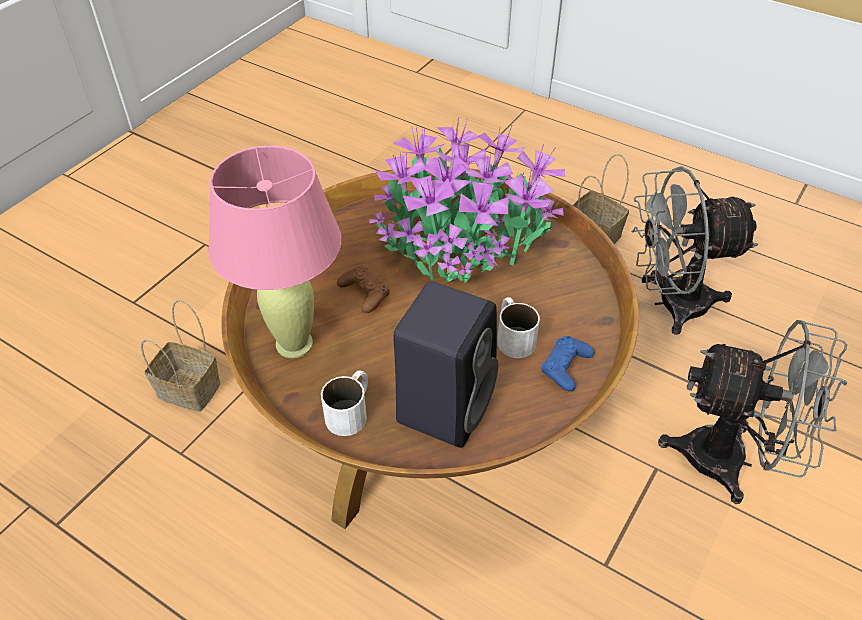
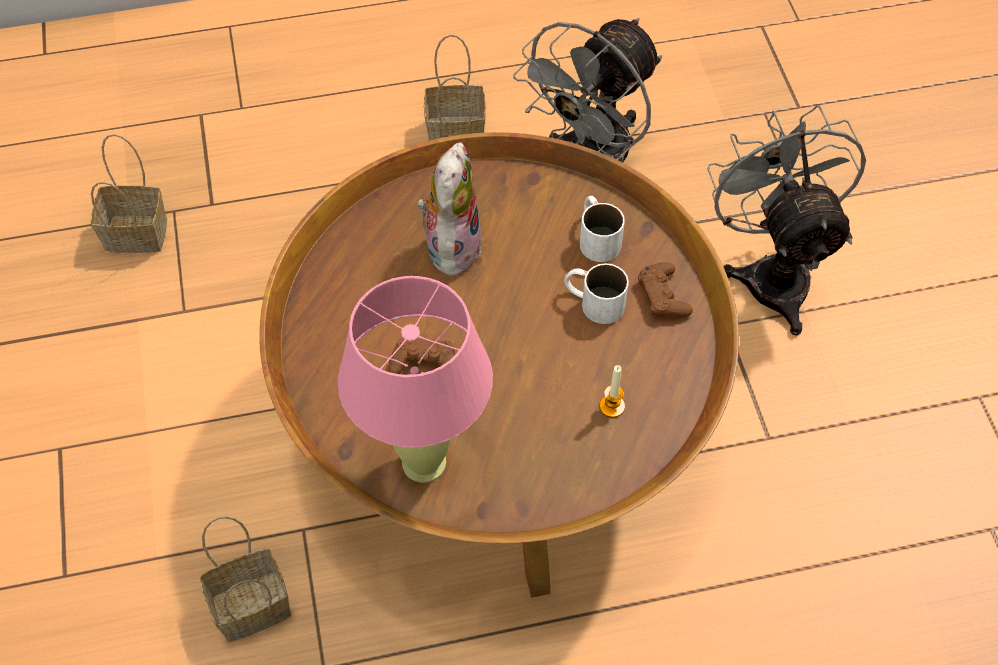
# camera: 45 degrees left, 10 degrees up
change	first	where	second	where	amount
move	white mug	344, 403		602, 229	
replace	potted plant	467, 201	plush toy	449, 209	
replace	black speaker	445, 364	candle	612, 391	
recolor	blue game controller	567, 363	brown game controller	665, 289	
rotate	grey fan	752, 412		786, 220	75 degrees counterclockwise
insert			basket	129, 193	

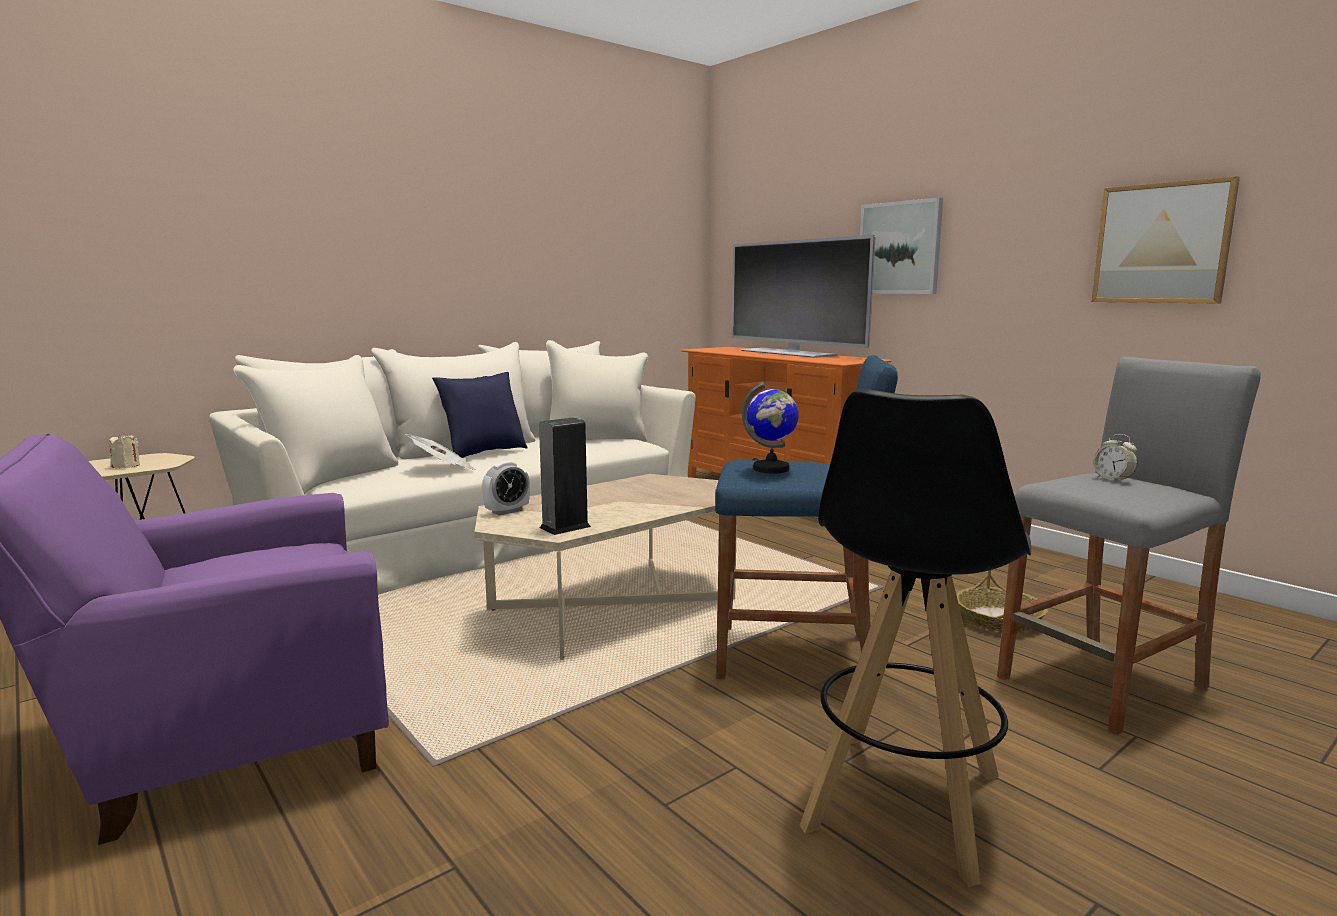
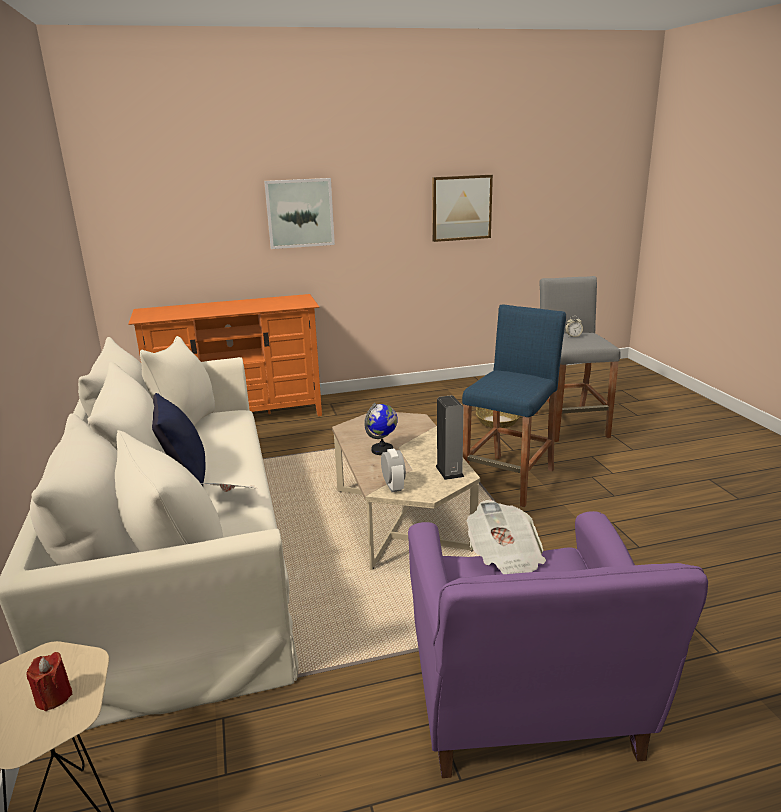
# camera: 65 degrees left, 10 degrees up
change	first	where	second	where	amount
recolor	beige candle	124, 450	red candle	49, 681	
delete	television	804, 296			
move	globe	770, 427		381, 429	
delete	black stool	915, 638			
insert			newspaper	506, 537	

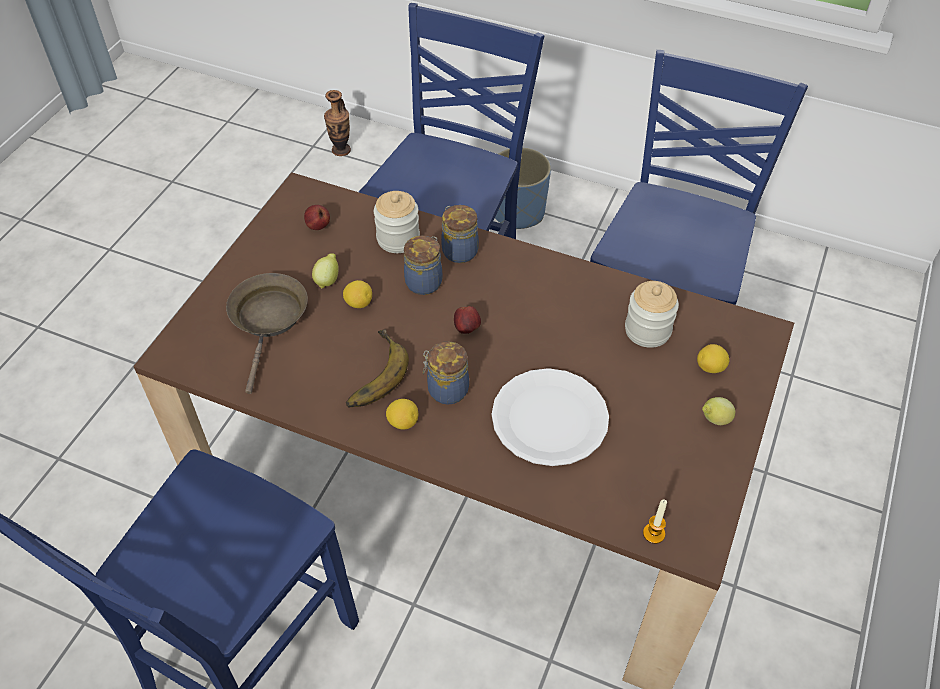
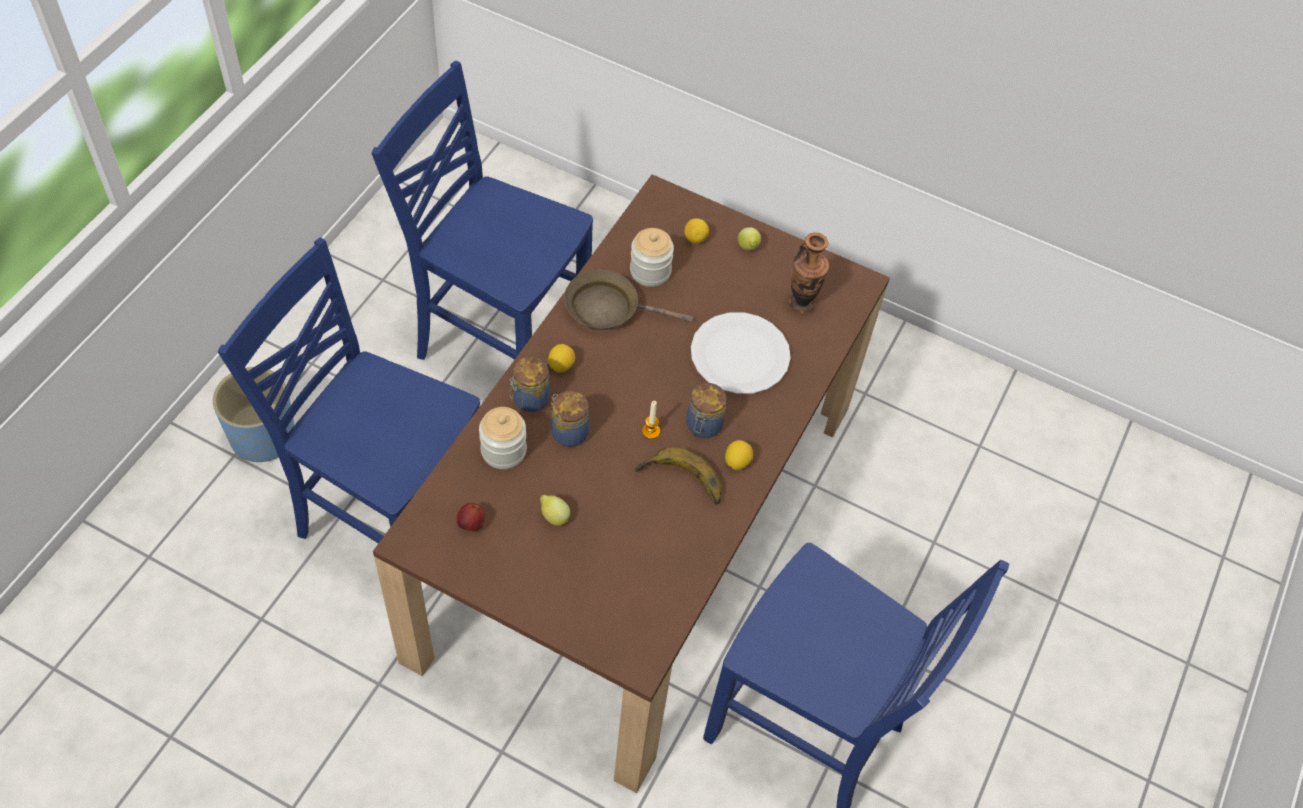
# camera: 90 degrees left, 5 degrees up
change	first	where	second	where	amount
move	brown frying pan	267, 333		628, 300	
move	vase	337, 123		808, 273	
move	lemon	357, 294		561, 358	
delete	apple	467, 320			
move	candle	655, 522		651, 420	

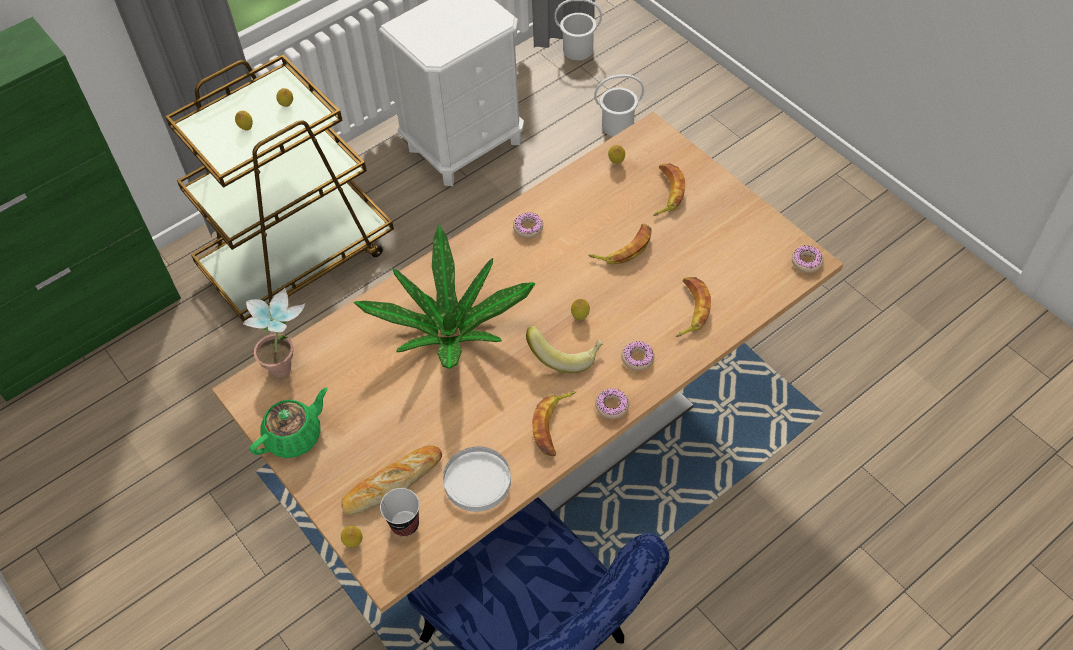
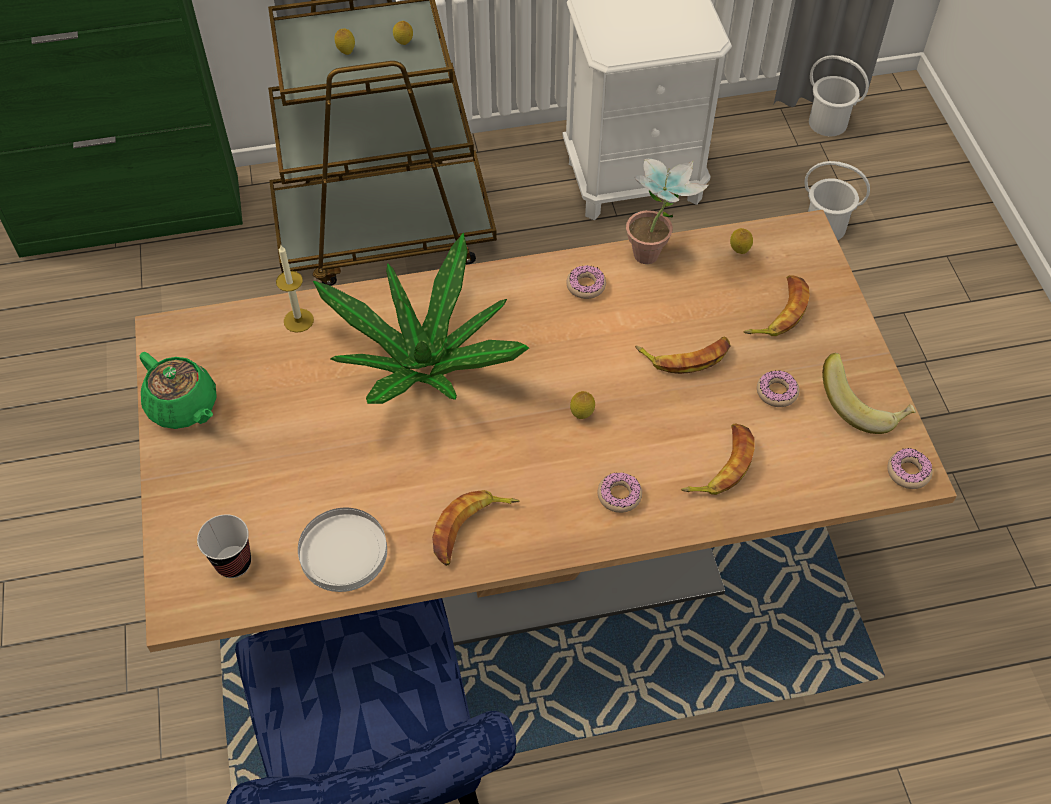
# camera: 25 degrees right, 0 degrees up
change	first	where	second	where	amount
move	potted plant	274, 332		667, 211	
rotate	green teapot	289, 422		178, 390	60 degrees clockwise
delete	bread	391, 480			
delete	lemon	351, 537			
move	banana	564, 349		869, 393	
move	donut	612, 403		778, 388	
insert			candle	295, 288	

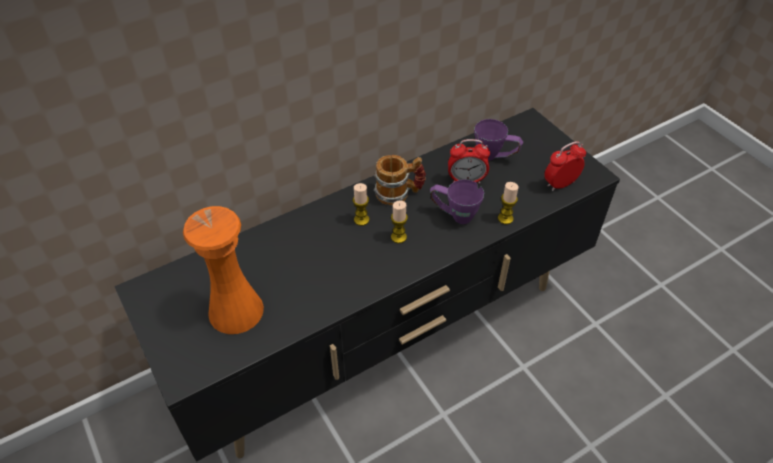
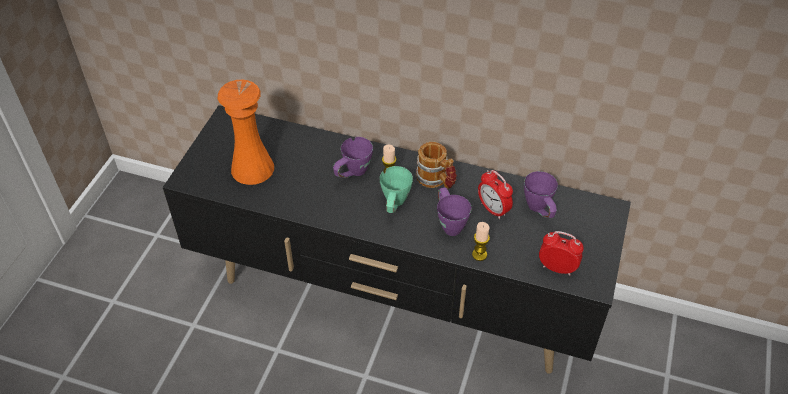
# camera: 50 degrees right, 0 degrees up
change	first	where	second	where	amount
replace	candle	399, 222	green mug	396, 189	
insert			purple mug	353, 157	

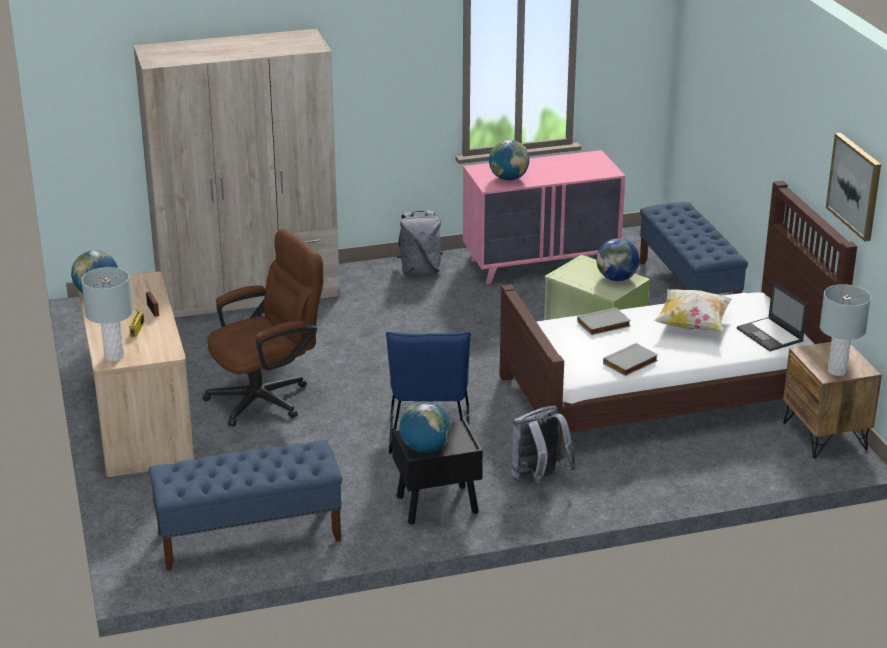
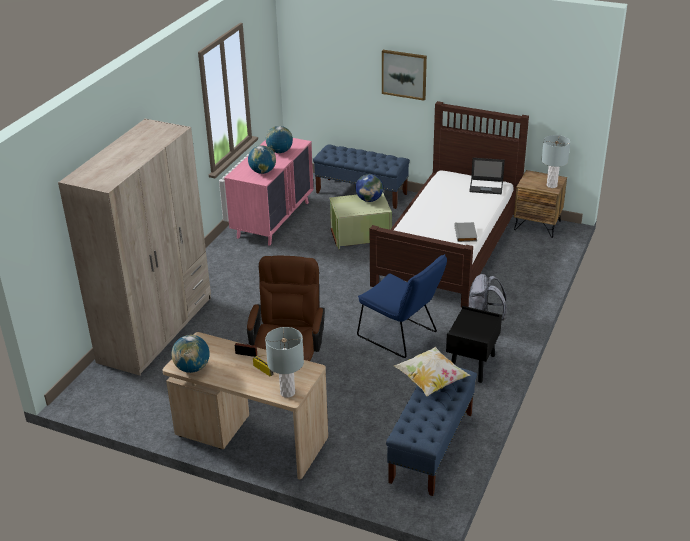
# camera: 50 degrees left, 5 degrees up
change	first	where	second	where	amount
delete	grey backpack	420, 242			
move	globe	425, 427		279, 139	
delete	grey book	604, 321			
move	pillow	693, 310		432, 371	
move	picture	853, 187		404, 75	

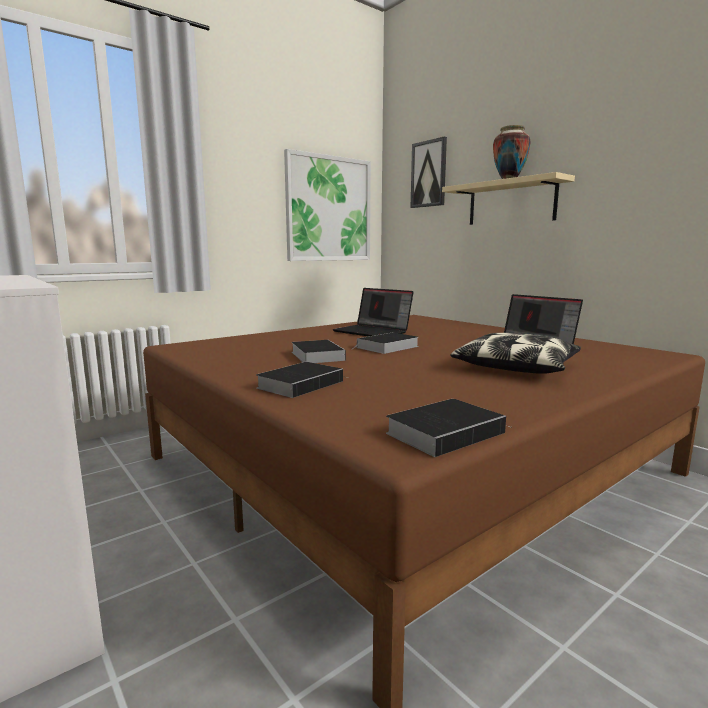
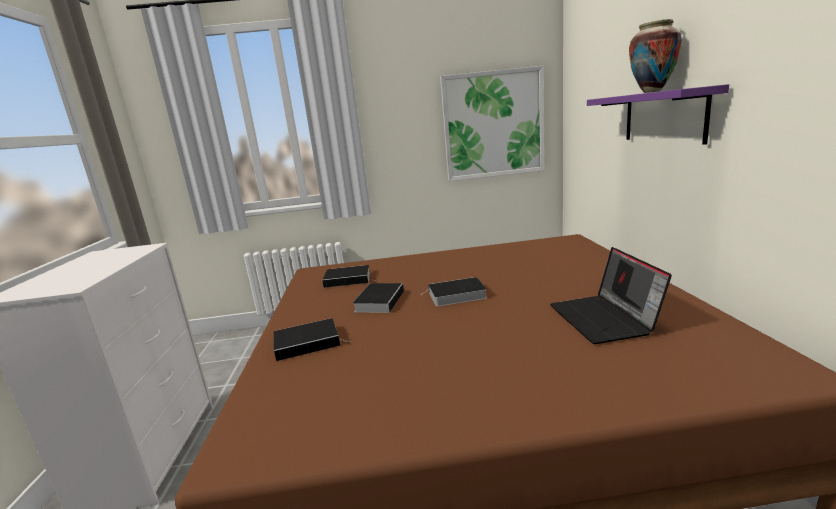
# camera: 35 degrees right, 5 degrees up
change	first	where	second	where	amount
delete	laptop	373, 312			
move	book	447, 428		349, 276	
delete	picture	428, 172			
recolor	beige shelf	508, 198	purple shelf	658, 114	
delete	pillow	515, 353			

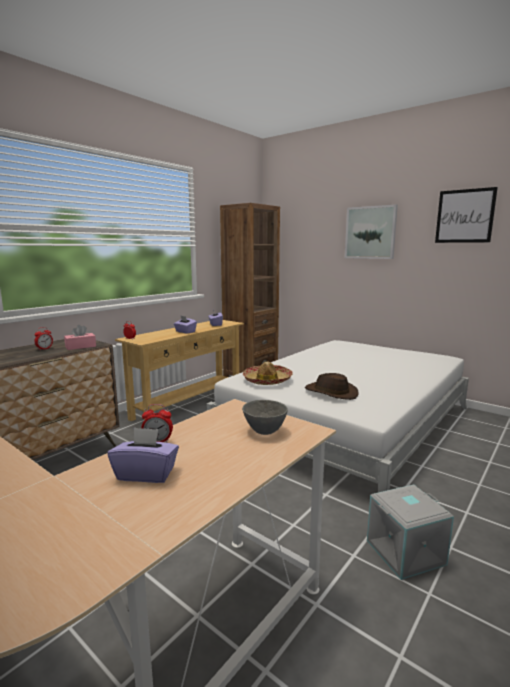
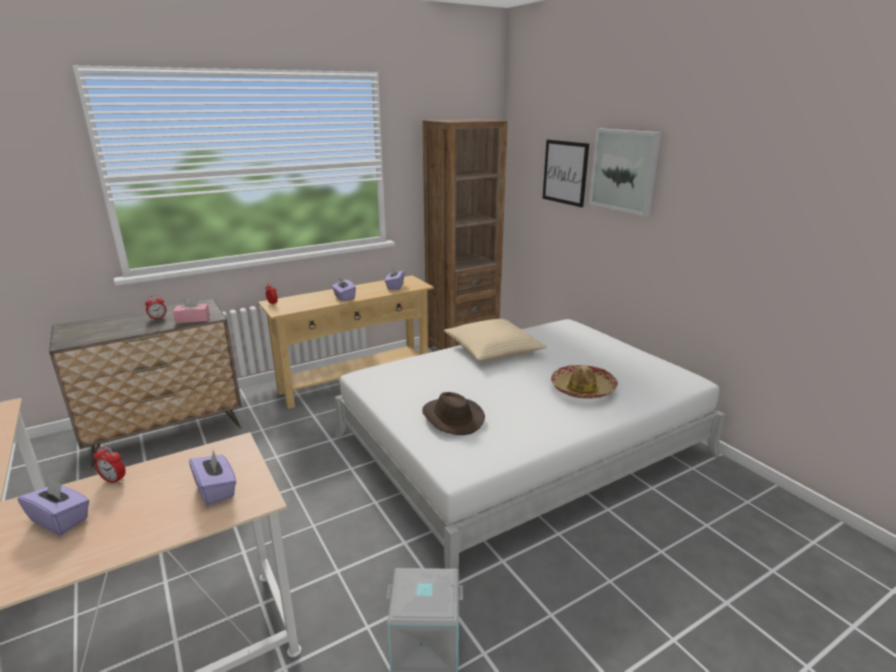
# camera: 20 degrees right, 10 degrees up
change	first	where	second	where	amount
replace	grey bowl	265, 417	purple tissue box	212, 477	
move	hat	268, 373		584, 382	
move	picture	466, 215		566, 173	
insert			beige pillow	495, 340	

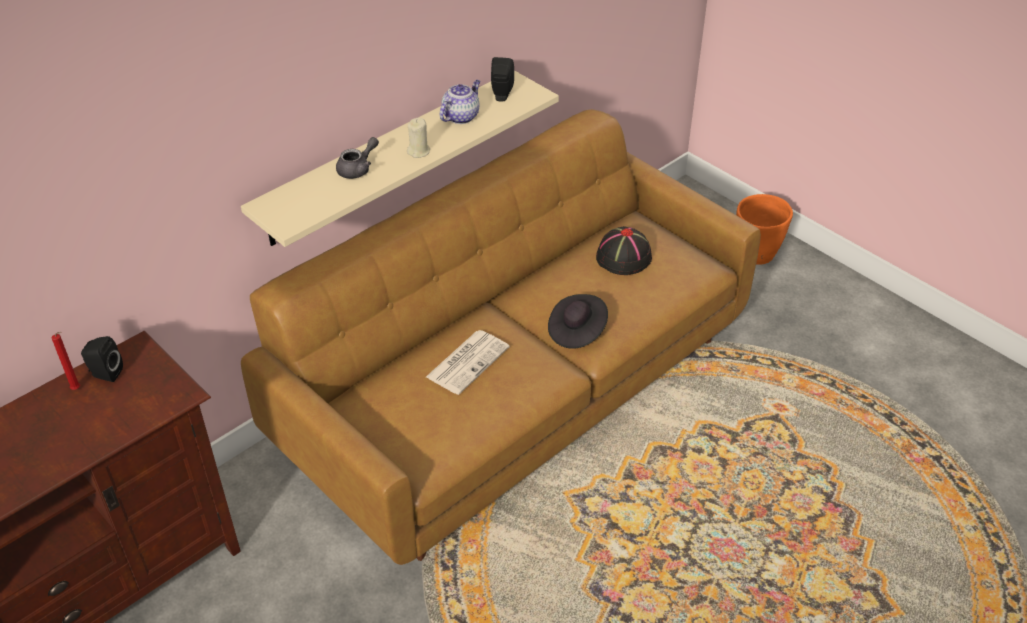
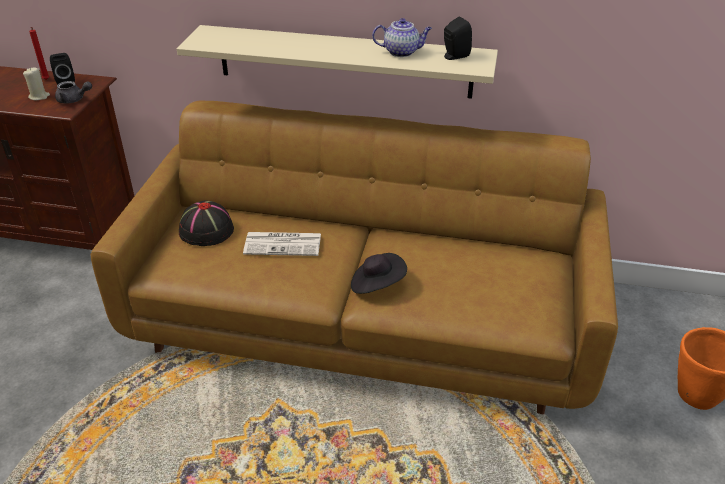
# camera: 55 degrees right, 5 degrees down
change	first	where	second	where	amount
move	grey teapot	357, 158		73, 92	
move	beige candle	418, 137		36, 83	
move	black hat	624, 250		206, 223	

